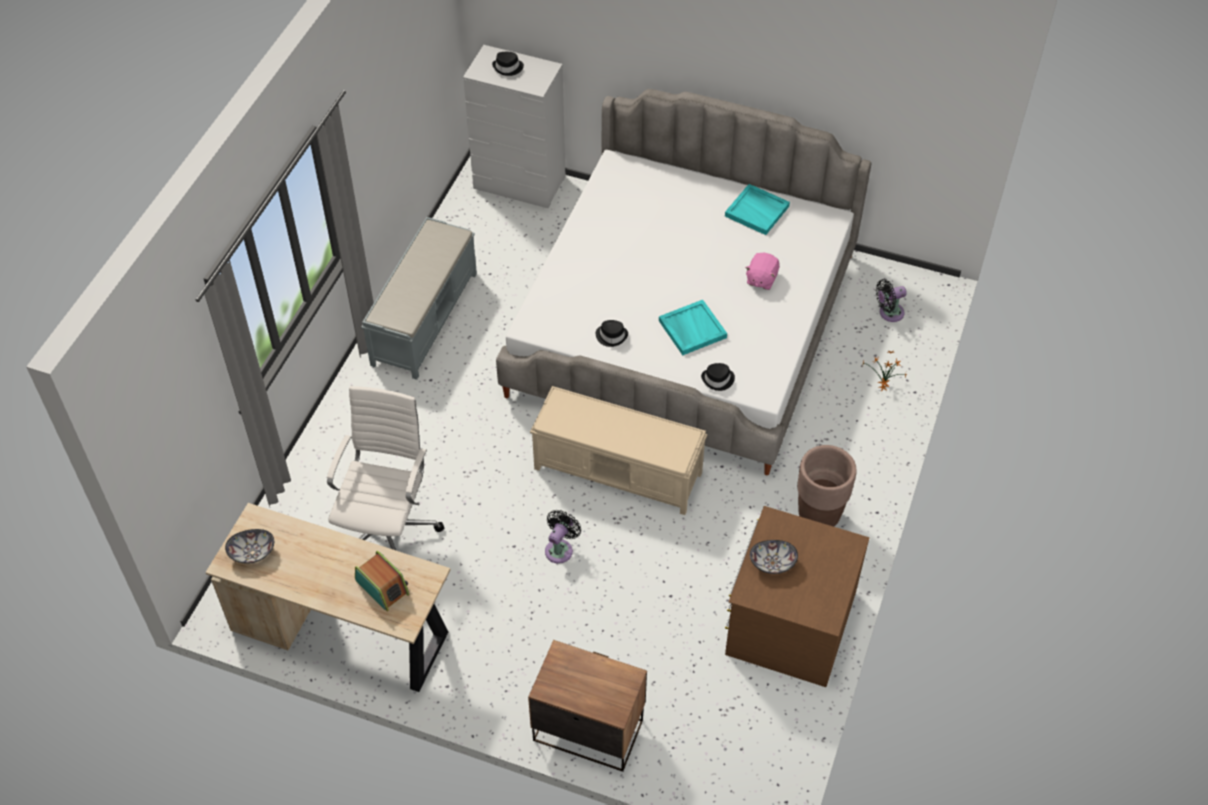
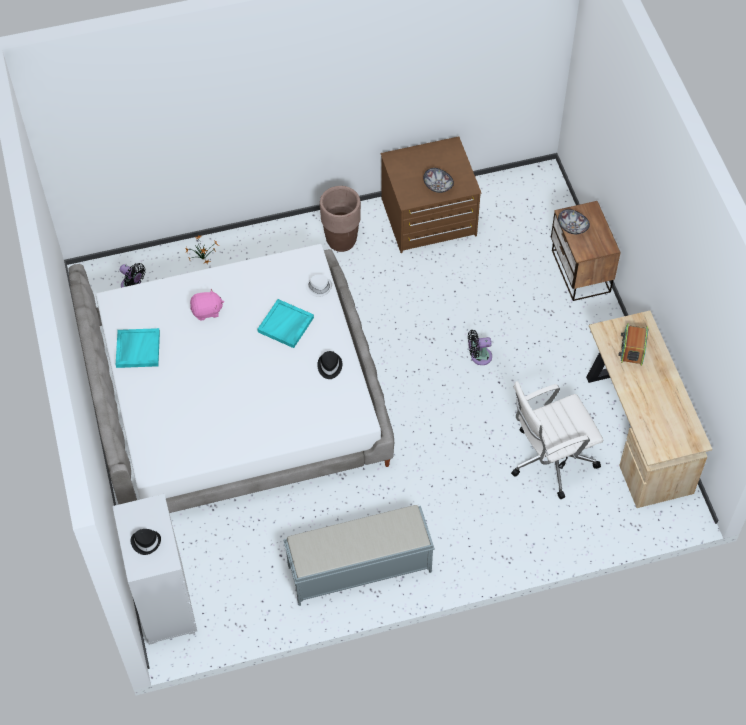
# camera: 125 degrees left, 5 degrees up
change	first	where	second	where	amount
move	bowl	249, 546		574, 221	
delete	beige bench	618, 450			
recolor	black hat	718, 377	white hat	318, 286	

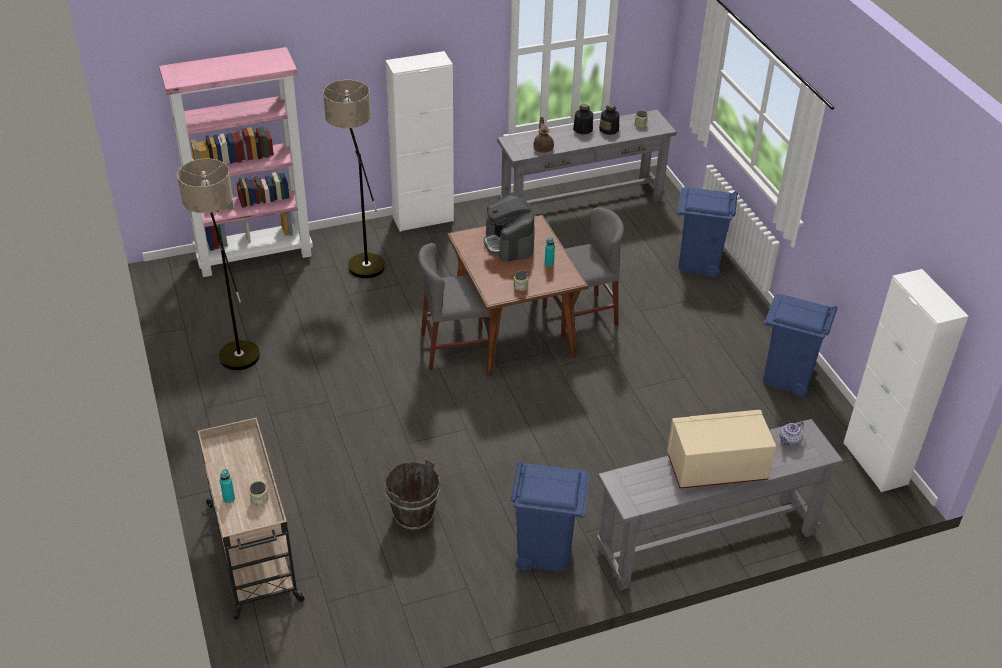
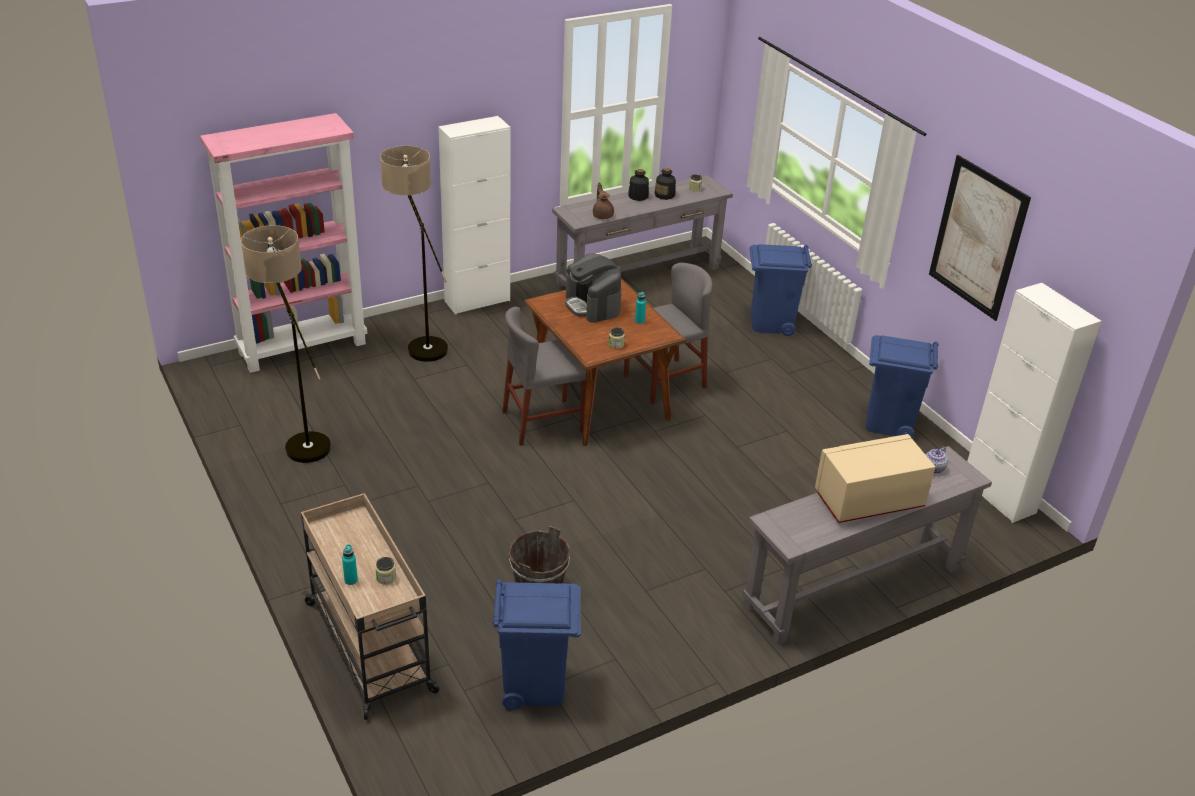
# camera: 10 degrees left, 5 degrees down
change	first	where	second	where	amount
move	blue trash can	550, 516		537, 644	
insert			picture	980, 238	

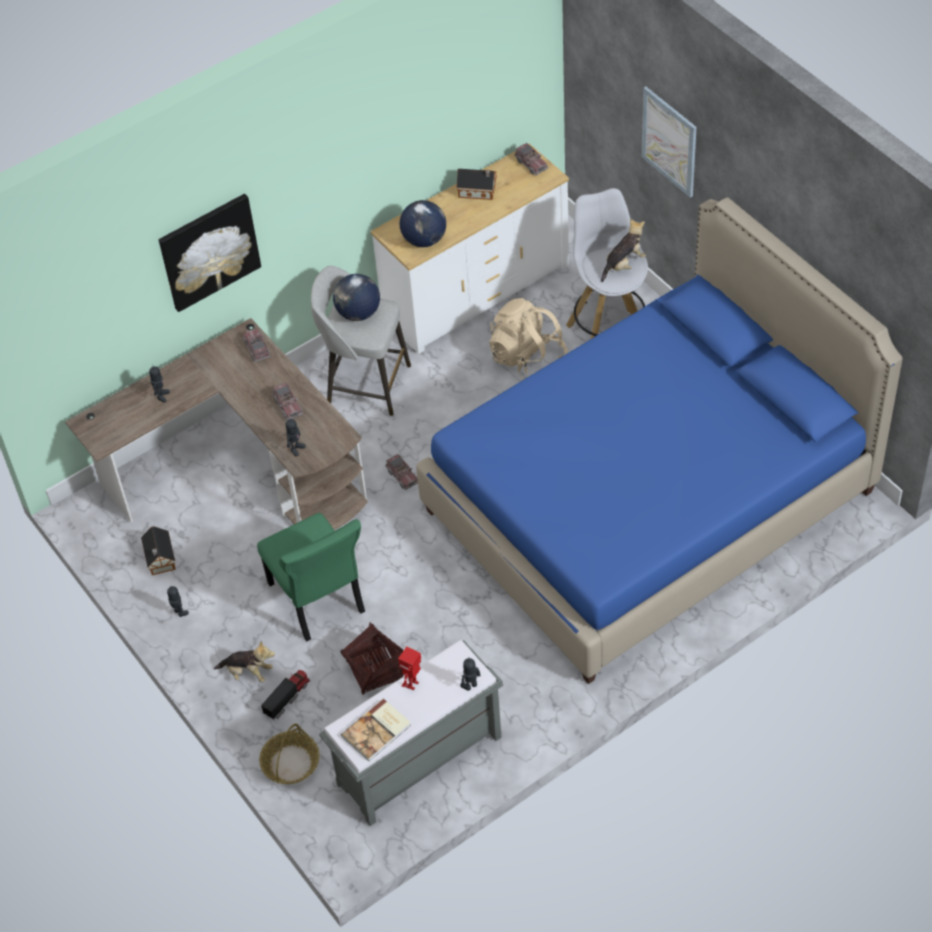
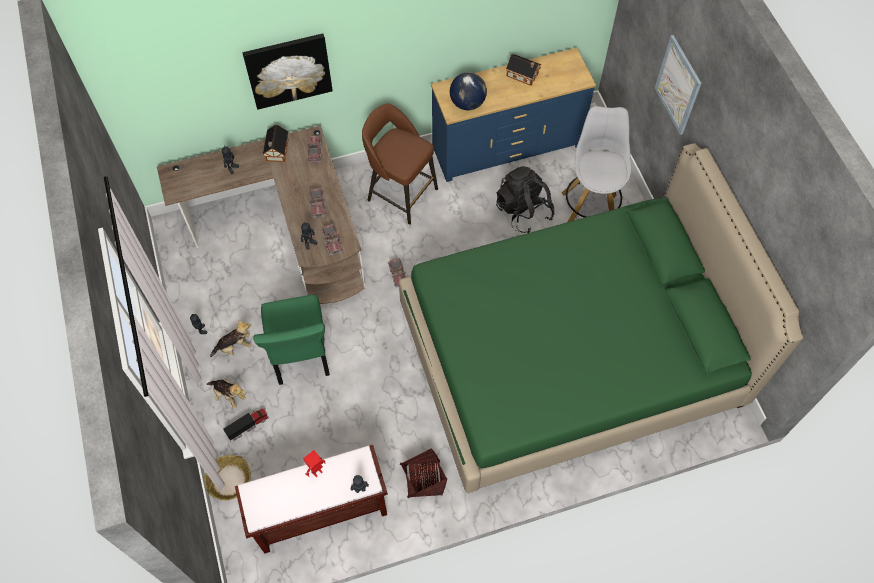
# camera: 15 degrees right, 10 degrees up
change	first	where	second	where	amount
move	toy house	158, 550		275, 143	
recolor	grey stool	361, 341	brown stool	400, 163	
recolor	grey bench	411, 733	brown bench	311, 499	
delete	globe	356, 297			
move	basket	372, 658		423, 473	
delete	book	376, 730			
recolor	white dresser	470, 249	blue dresser	513, 115	
recolor	blue bed	659, 440	green bed	601, 318	
recolor	beige backpack	528, 339	black backpack	525, 199	
move	toy truck	531, 159		332, 240	
move	plush toy	623, 250		231, 338	

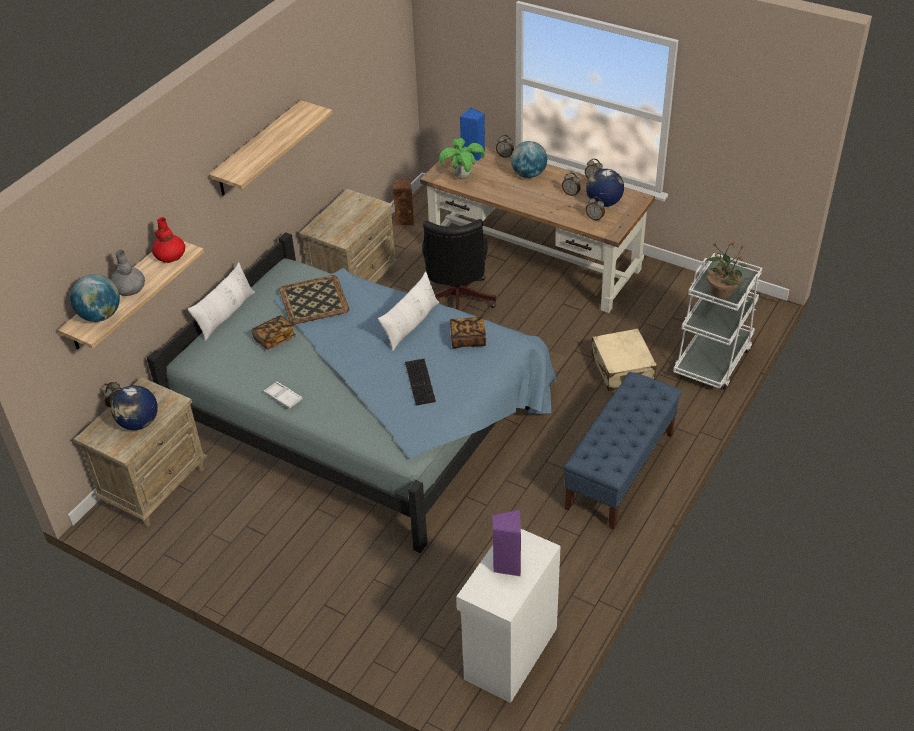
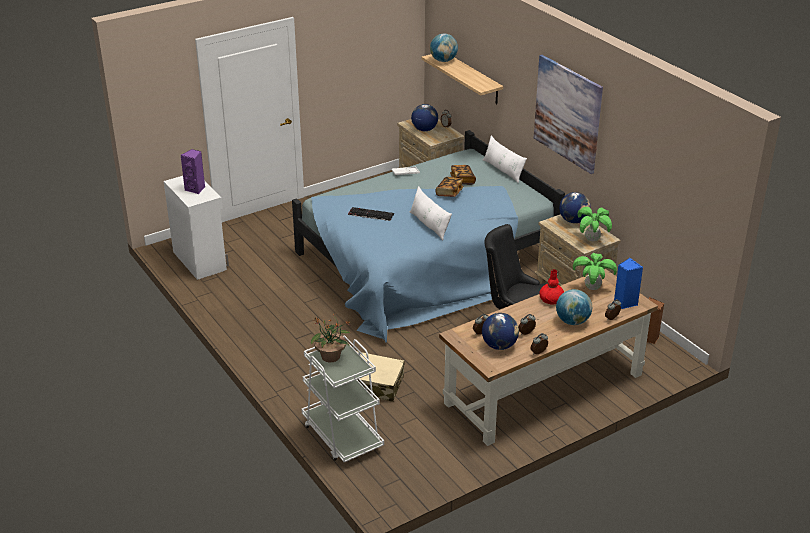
# camera: 115 degrees right, 10 degrees down
change	first	where	second	where	amount
delete	grey vase	128, 273			
move	red vase	168, 240		551, 287	
replace	shelf	271, 148	picture	568, 114	
delete	tray	314, 299			
move	book	468, 332		449, 187	
delete	blue bench	623, 451			
insert			globe	575, 207	
insert			potted plant	595, 224	

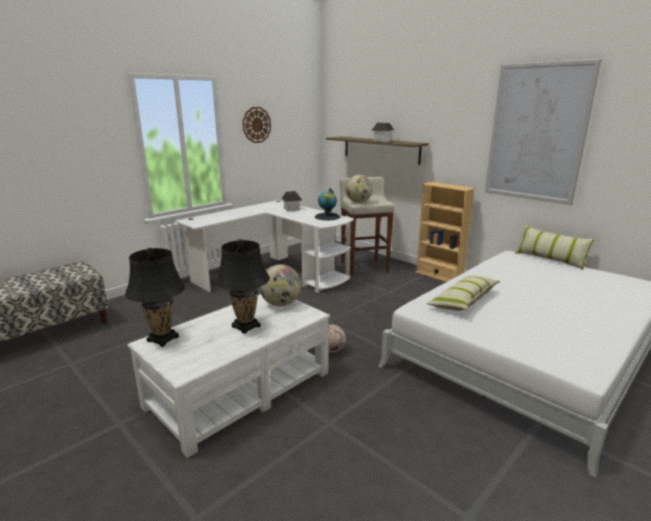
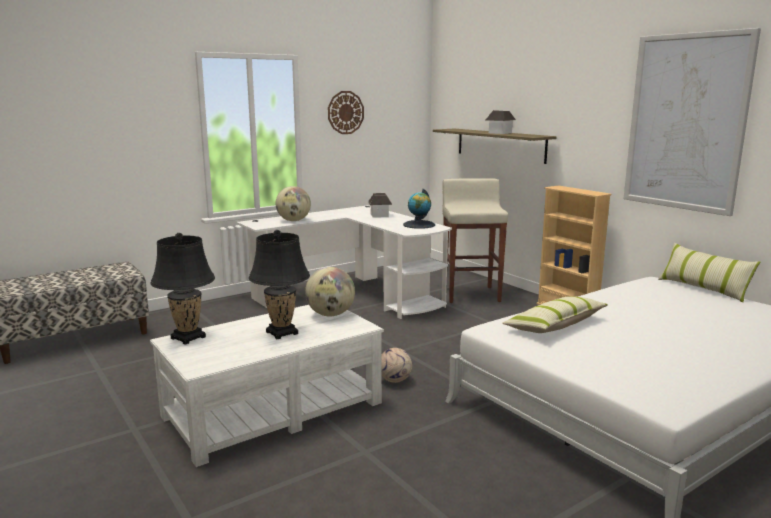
# camera: 10 degrees right, 5 degrees down
change	first	where	second	where	amount
move	globe	359, 189		293, 203	

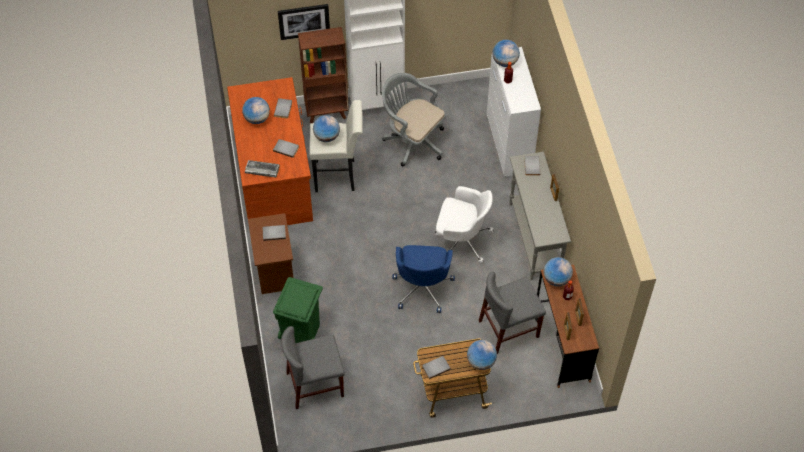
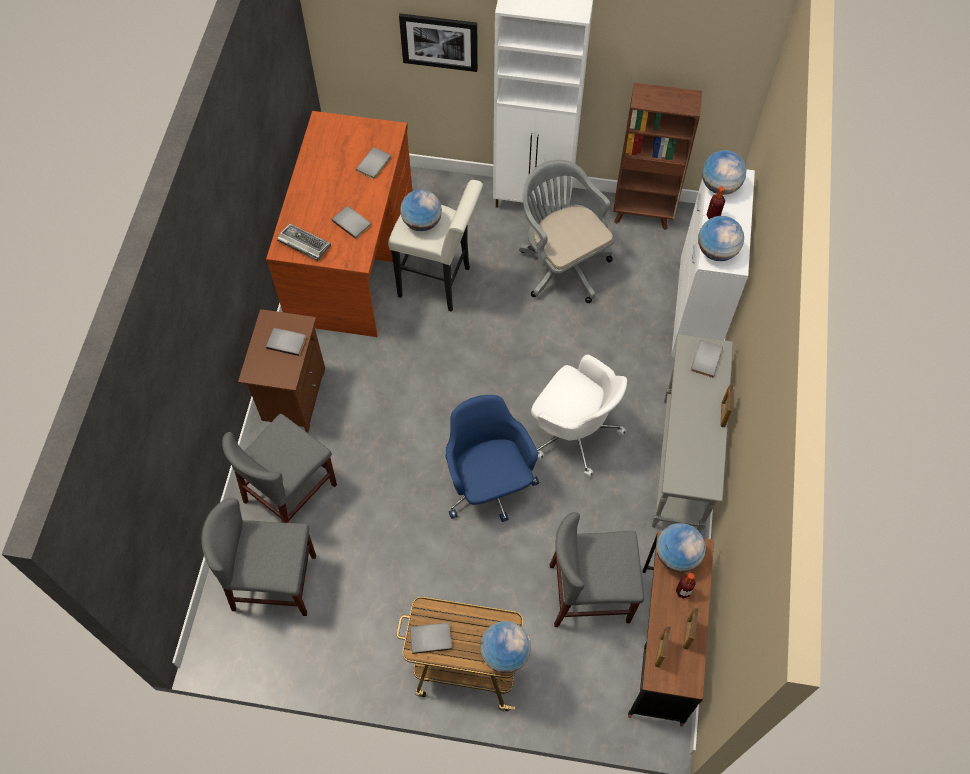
# camera: 20 degrees right, 5 degrees up
change	first	where	second	where	amount
move	globe	256, 110		721, 238	
replace	green trash can	298, 310	grey chair	279, 468	
move	brown bookcase	323, 75		657, 156	
rotate	blue office chair	423, 279		492, 458	135 degrees clockwise

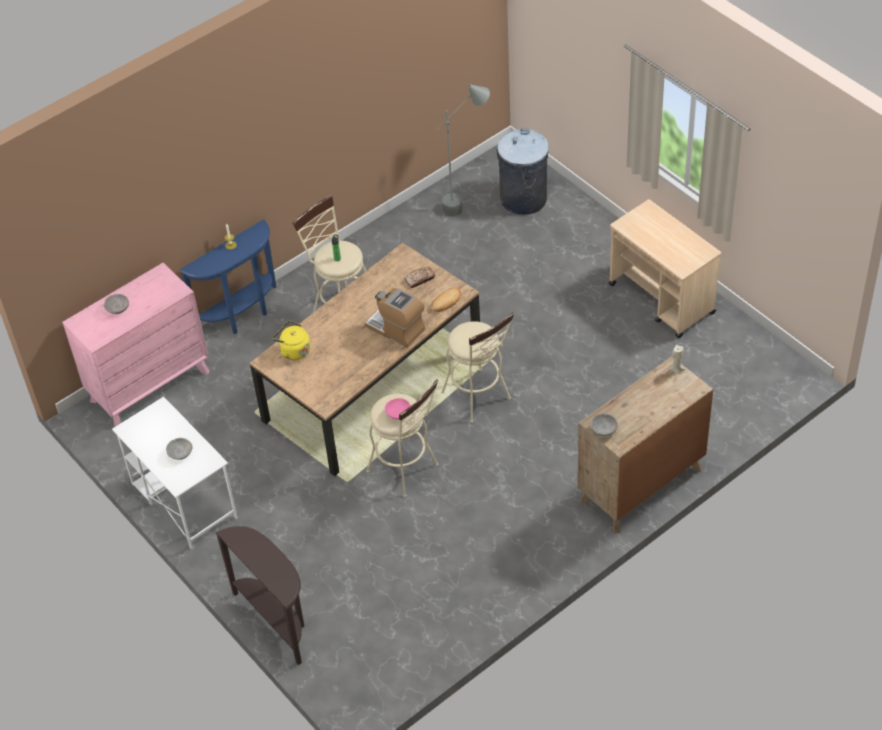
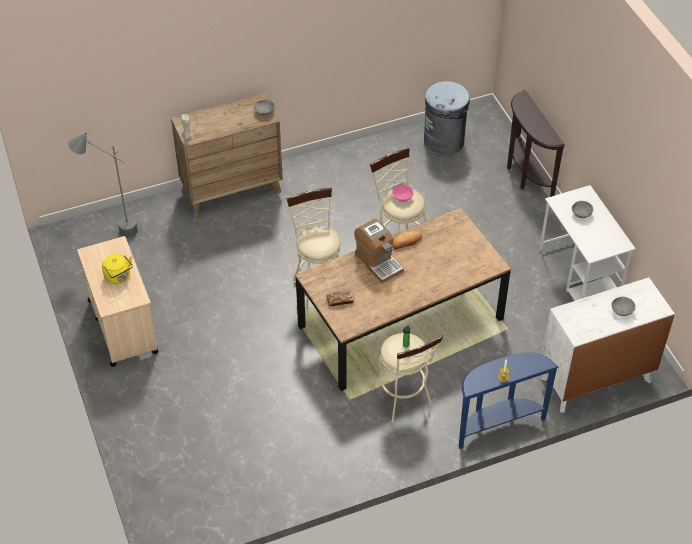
# camera: 165 degrees left, 0 degrees up
change	first	where	second	where	amount
recolor	pink dresser	135, 345	white dresser	607, 345	
move	yellow kettle	291, 340		117, 269	
move	bread	446, 300		407, 240	
move	grey floor lamp	463, 150		103, 185	
move	grey trash can	523, 171		447, 118	

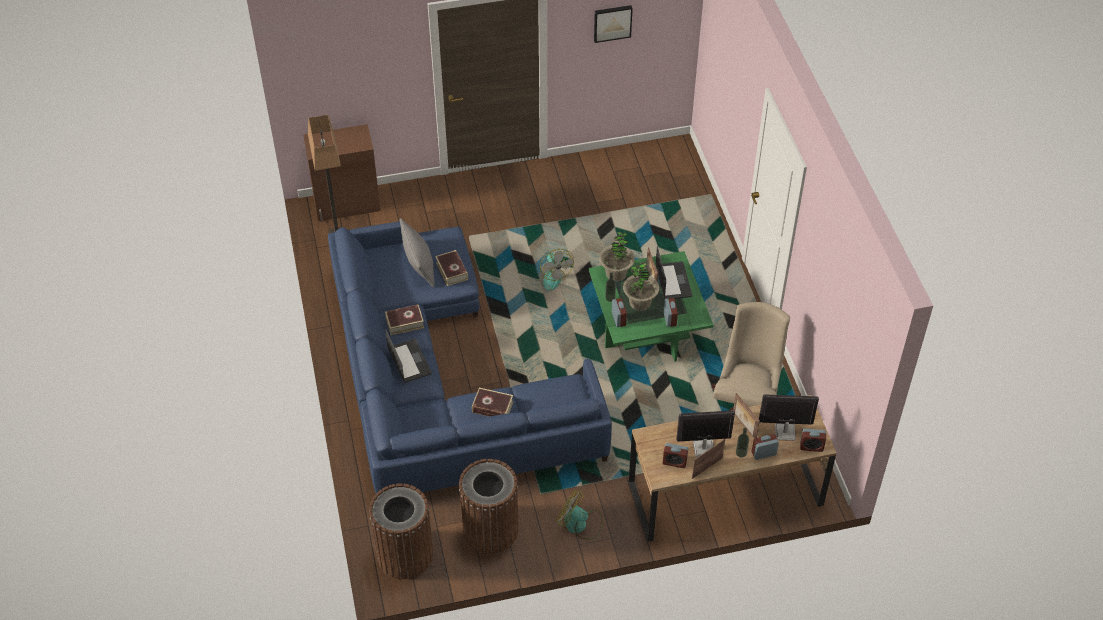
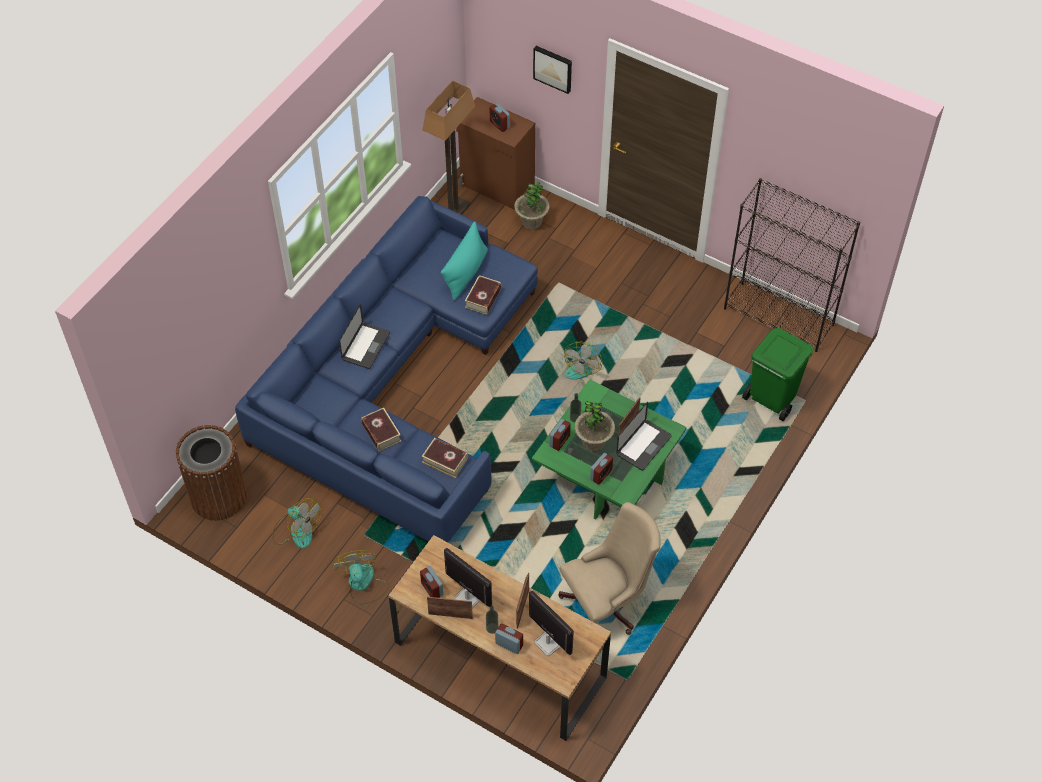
# camera: 45 degrees right, 5 degrees up
change	first	where	second	where	amount
move	book	404, 319		445, 458	
recolor	grey pillow	417, 253	turquoise pillow	464, 261	
replace	brown trash can	489, 506	fan	297, 523	
move	picture	613, 24		552, 70	
move	potted plant	617, 256		532, 205	
move	alarm clock	813, 440		500, 117	
insert			black bookcase	792, 265	
insert			green trash can	778, 374	

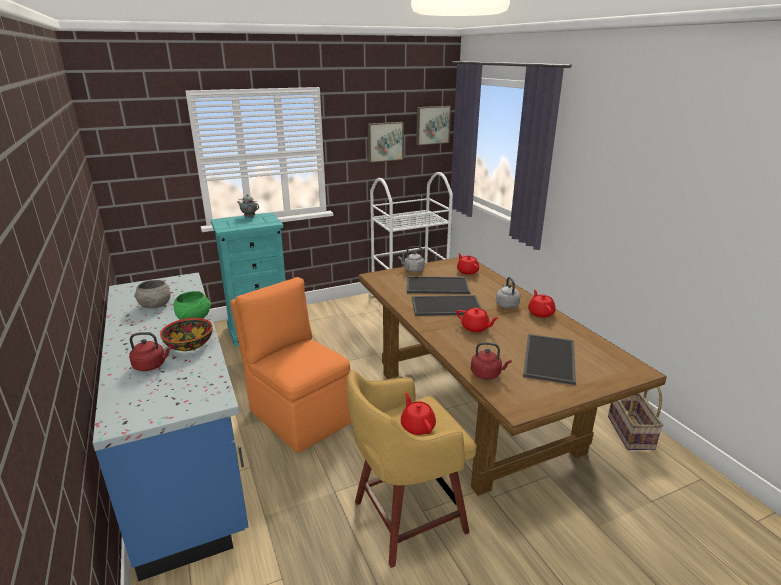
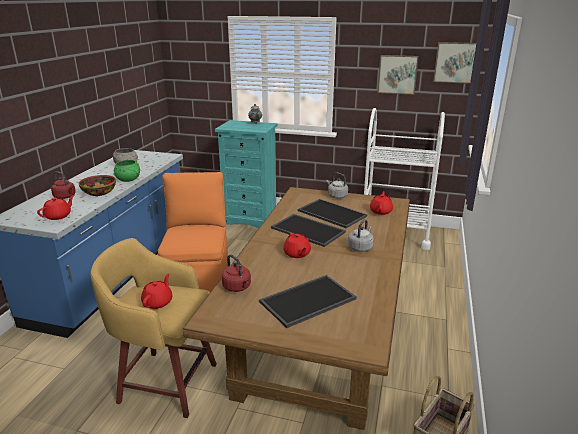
# camera: 40 degrees right, 0 degrees up
change	first	where	second	where	amount
move	red teapot	542, 303		55, 207	

